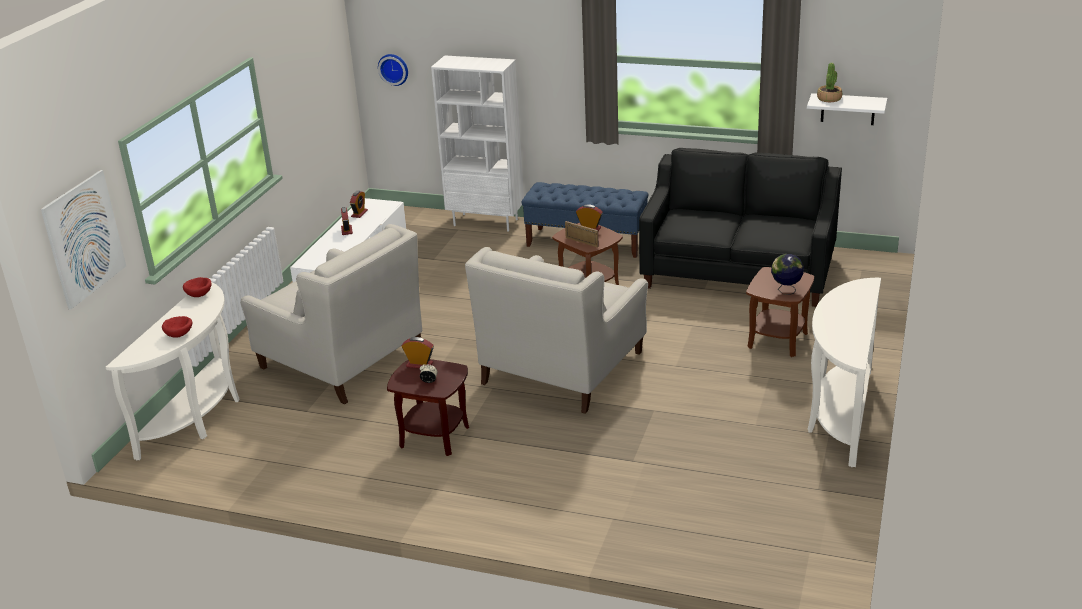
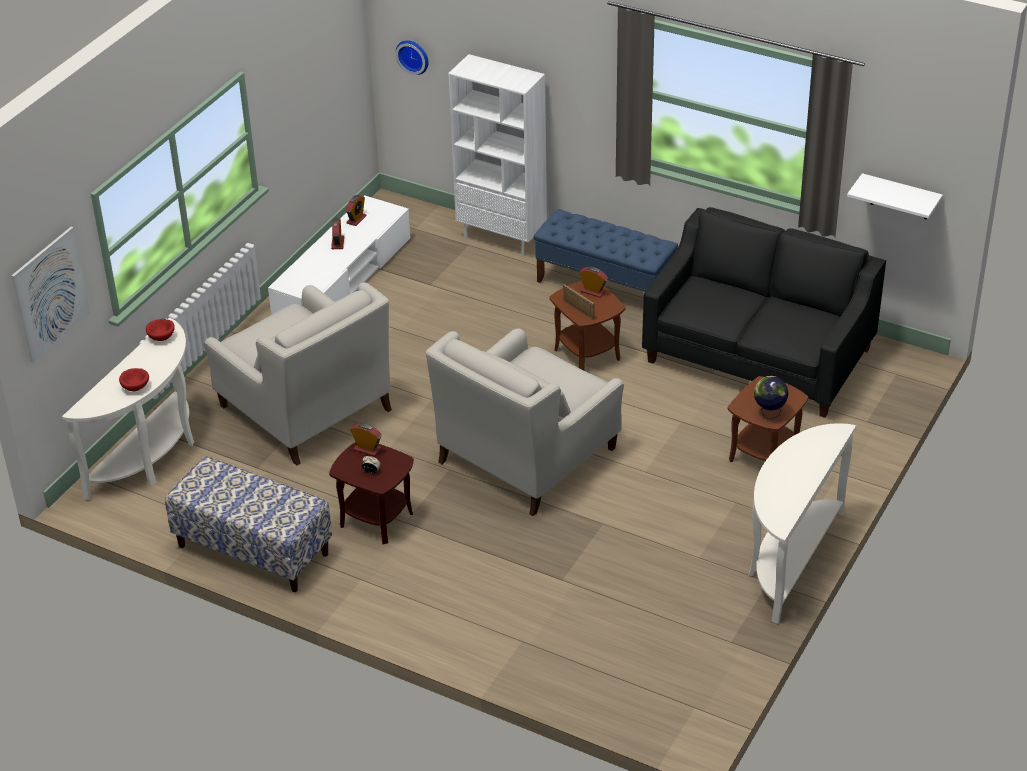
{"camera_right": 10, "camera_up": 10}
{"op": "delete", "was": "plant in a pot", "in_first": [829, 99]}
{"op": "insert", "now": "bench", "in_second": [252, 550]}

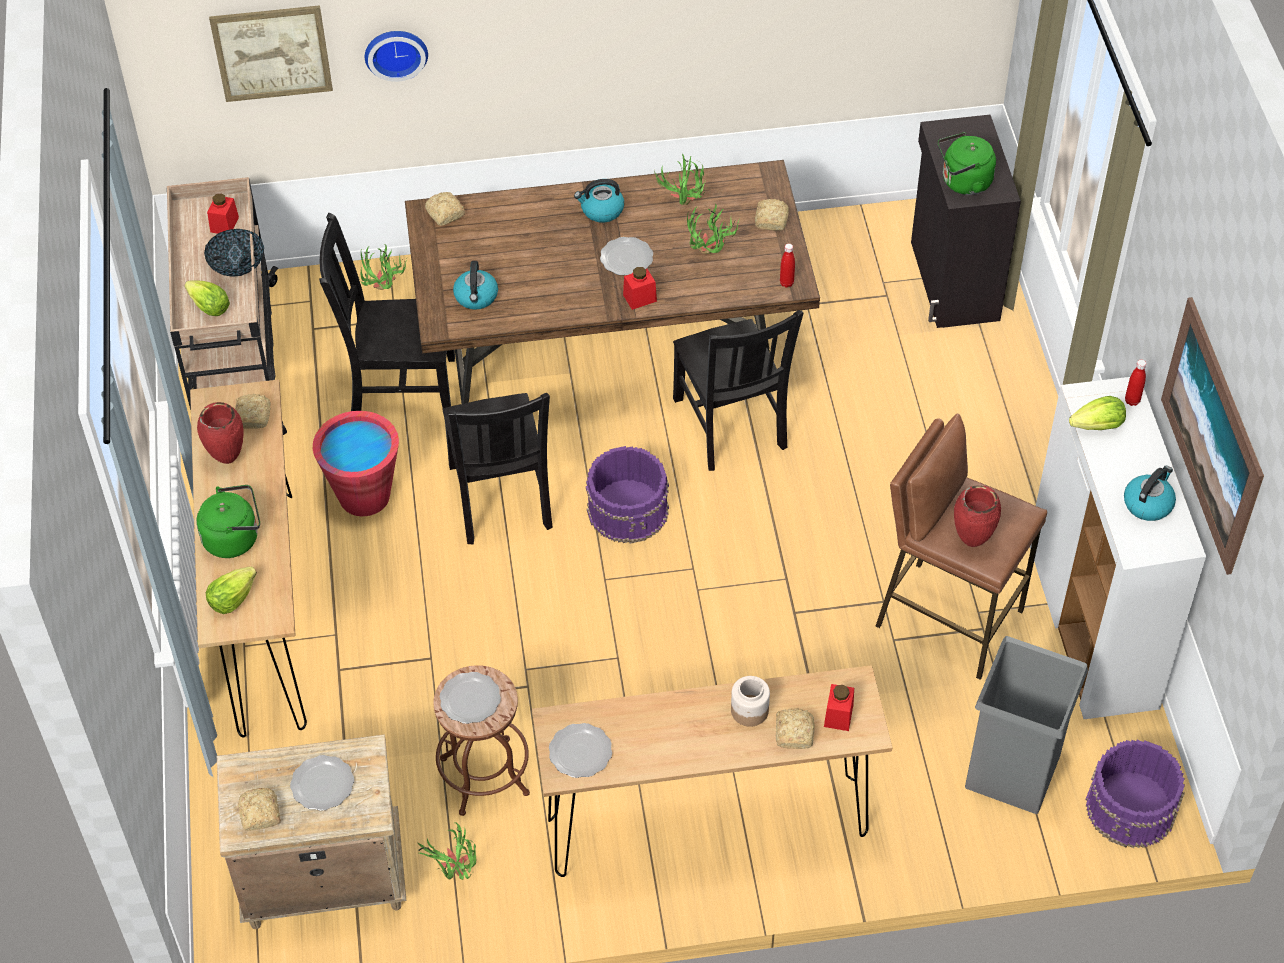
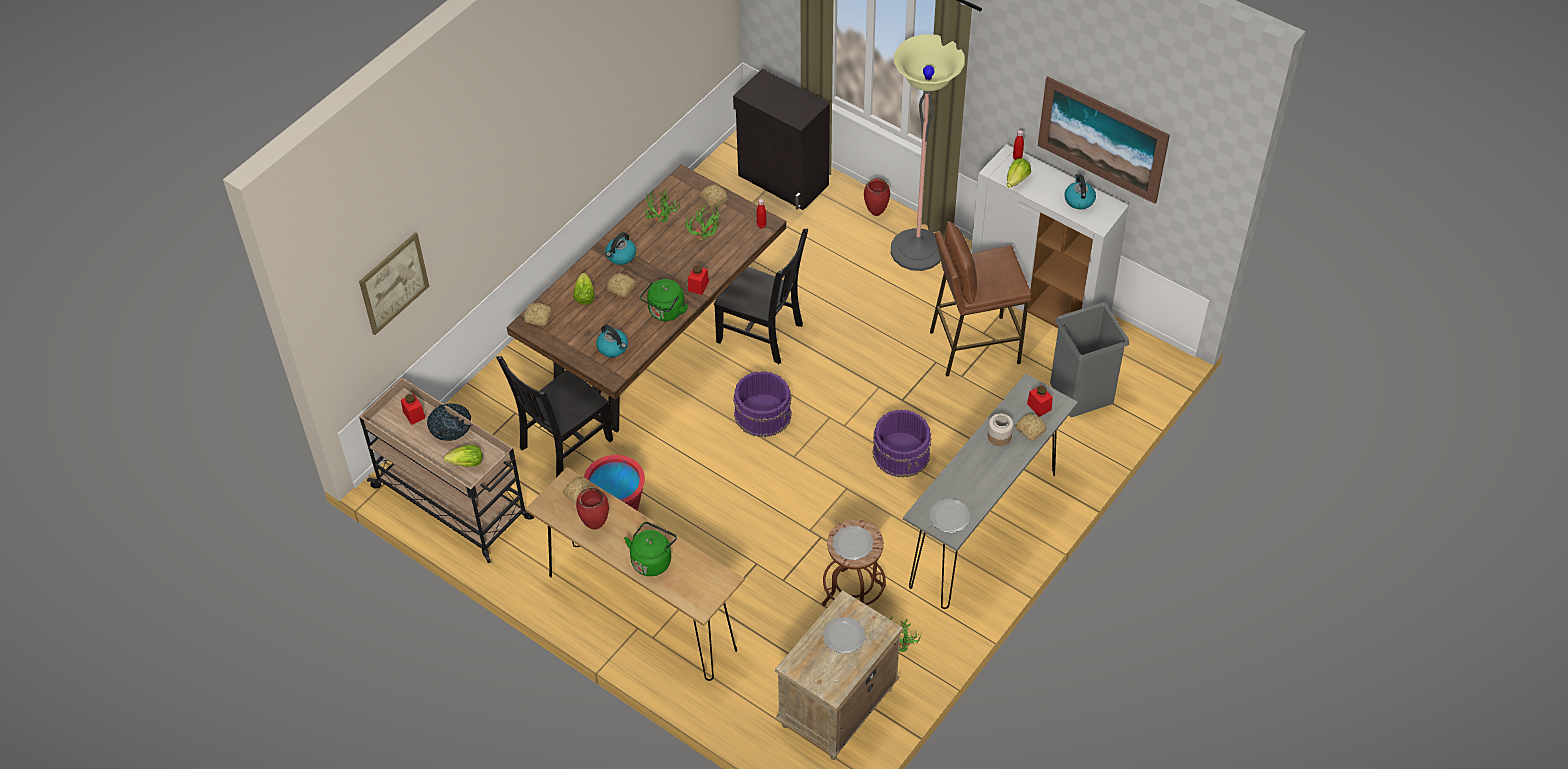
{"camera_right": -45, "camera_up": 0}
{"op": "delete", "was": "plant in a pot", "in_first": [384, 292]}
{"op": "delete", "was": "wall clock", "in_first": [395, 51]}
{"op": "delete", "was": "black chair", "in_first": [500, 500]}
{"op": "delete", "was": "flat dish", "in_first": [625, 258]}
{"op": "insert", "now": "floor lamp", "in_second": [917, 250]}
{"op": "move", "was": "head of lettuce", "in_first": [232, 599], "in_second": [584, 296]}
{"op": "move", "was": "bread", "in_first": [260, 815], "in_second": [622, 288]}
{"op": "move", "was": "greenish kettle", "in_first": [963, 183], "in_second": [665, 312]}
{"op": "move", "was": "reddish vase", "in_first": [971, 541], "in_second": [875, 213]}
{"op": "move", "was": "purple pail", "in_first": [1132, 808], "in_second": [902, 453]}
{"op": "recolor", "was": "brownish console table", "now": "greyish console table", "in_first": [708, 827], "in_second": [983, 529]}

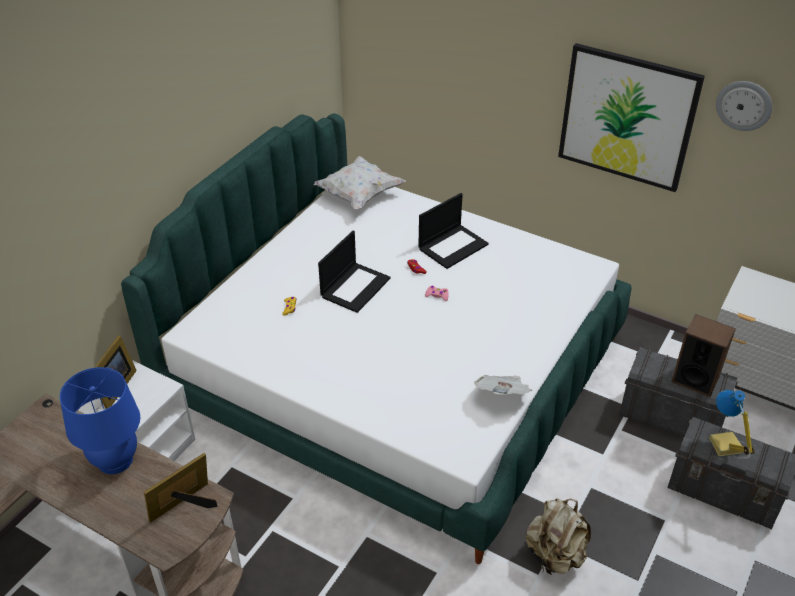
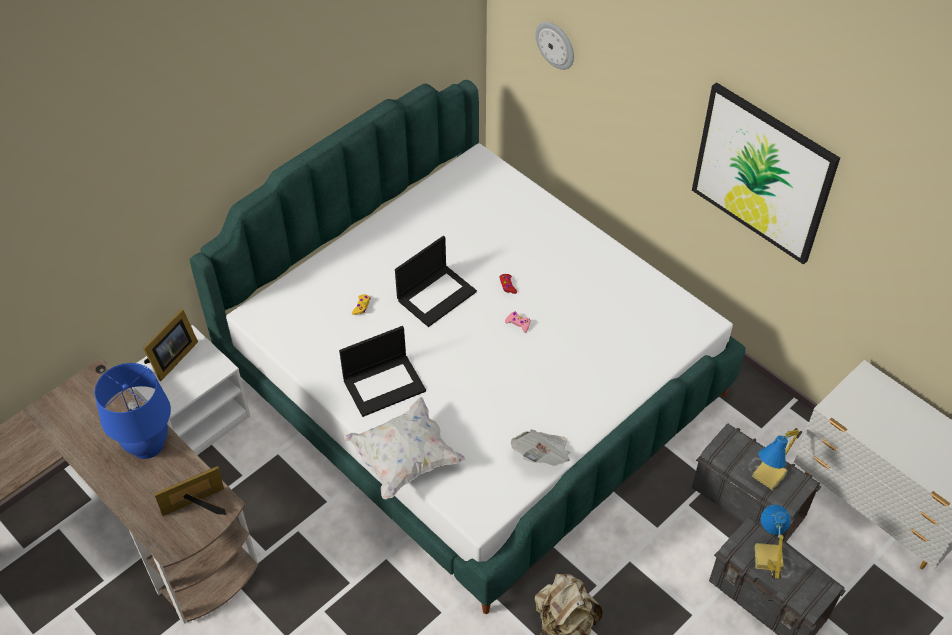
{"camera_right": 15, "camera_up": 10}
{"op": "move", "was": "white-coloured throw pillow", "in_first": [359, 195], "in_second": [405, 459]}
{"op": "move", "was": "laptop", "in_first": [453, 246], "in_second": [384, 384]}
{"op": "move", "was": "wall clock", "in_first": [744, 105], "in_second": [555, 45]}
{"op": "replace", "was": "audio speaker", "now": "table lamp", "in_first": [695, 379], "in_second": [770, 475]}

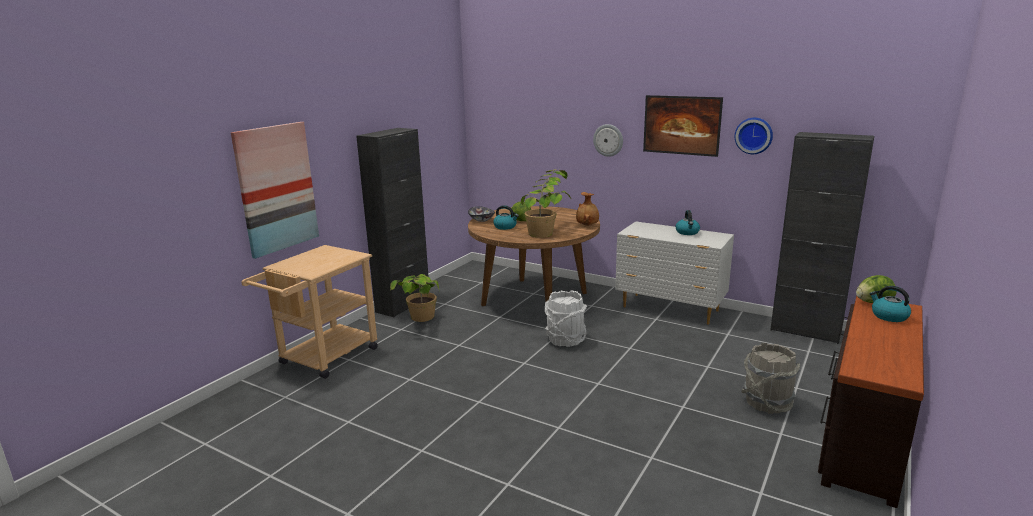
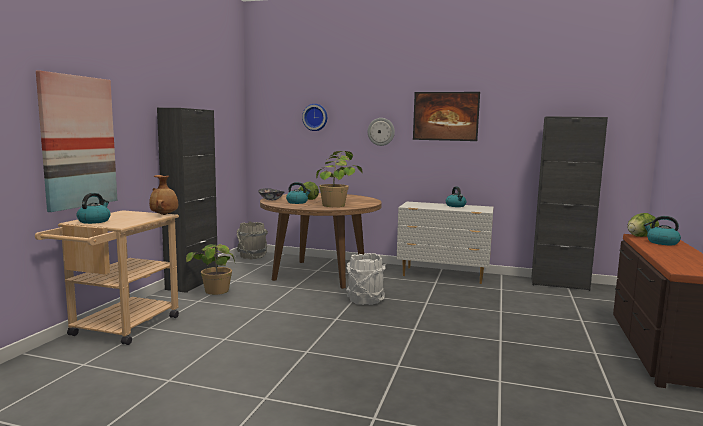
{"camera_right": -15, "camera_up": -10}
{"op": "insert", "now": "kettle", "in_second": [94, 221]}
{"op": "move", "was": "brownish vase", "in_first": [587, 225], "in_second": [165, 215]}
{"op": "move", "was": "wall clock", "in_first": [754, 135], "in_second": [315, 117]}
{"op": "move", "was": "greyish pail", "in_first": [767, 403], "in_second": [252, 256]}

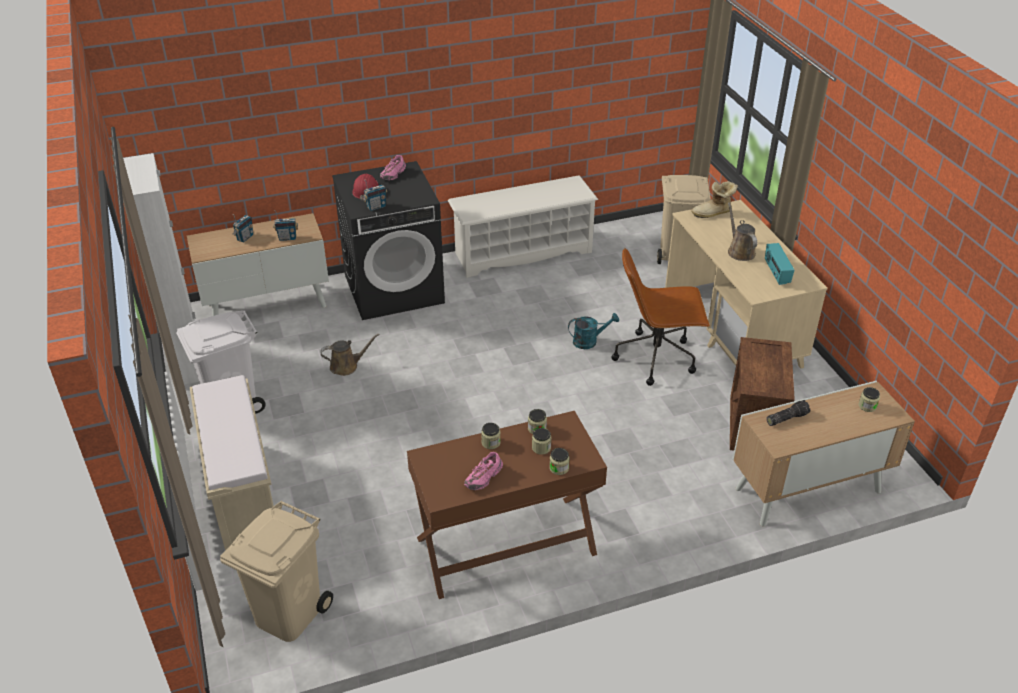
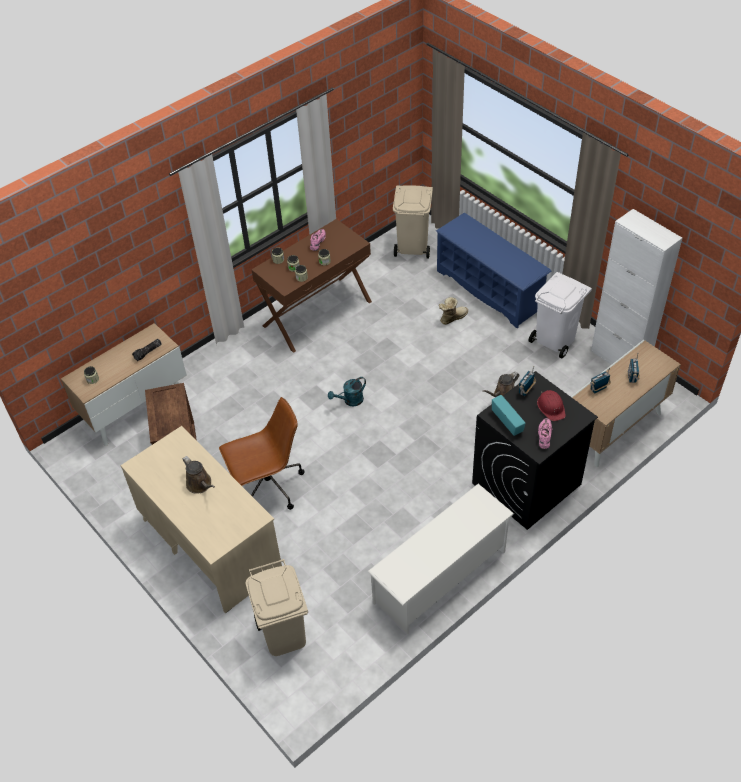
{"camera_right": 160, "camera_up": 10}
{"op": "move", "was": "turquoise watering pot", "in_first": [589, 341], "in_second": [350, 401]}
{"op": "move", "was": "high-top boot", "in_first": [713, 213], "in_second": [452, 317]}
{"op": "move", "was": "radio receiver", "in_first": [776, 273], "in_second": [507, 422]}
{"op": "replace", "was": "beige bench", "now": "blue-coloured shoe stand", "in_first": [243, 497], "in_second": [489, 289]}

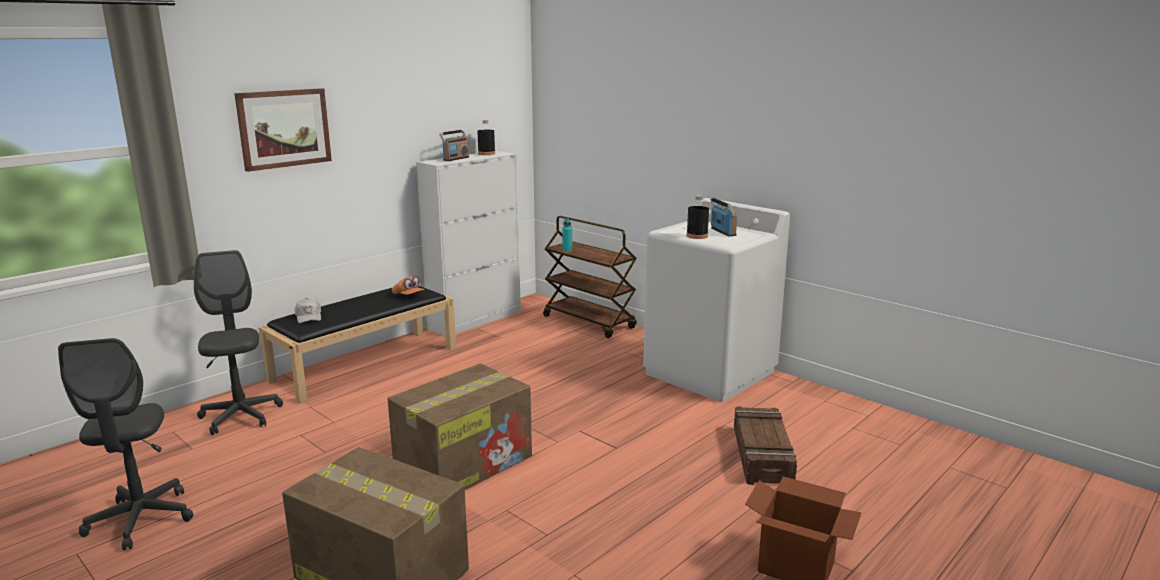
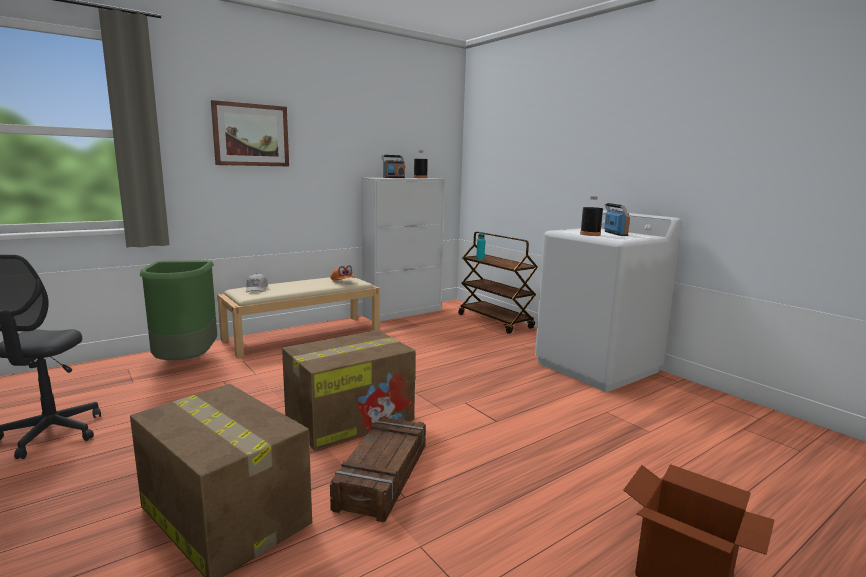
{"camera_right": 10, "camera_up": -5}
{"op": "move", "was": "packing crate", "in_first": [763, 455], "in_second": [384, 476]}
{"op": "replace", "was": "greyish desk chair", "now": "greenish rubbish bin", "in_first": [240, 416], "in_second": [186, 362]}
{"op": "recolor", "was": "black bench", "now": "beige bench", "in_first": [366, 363], "in_second": [304, 335]}

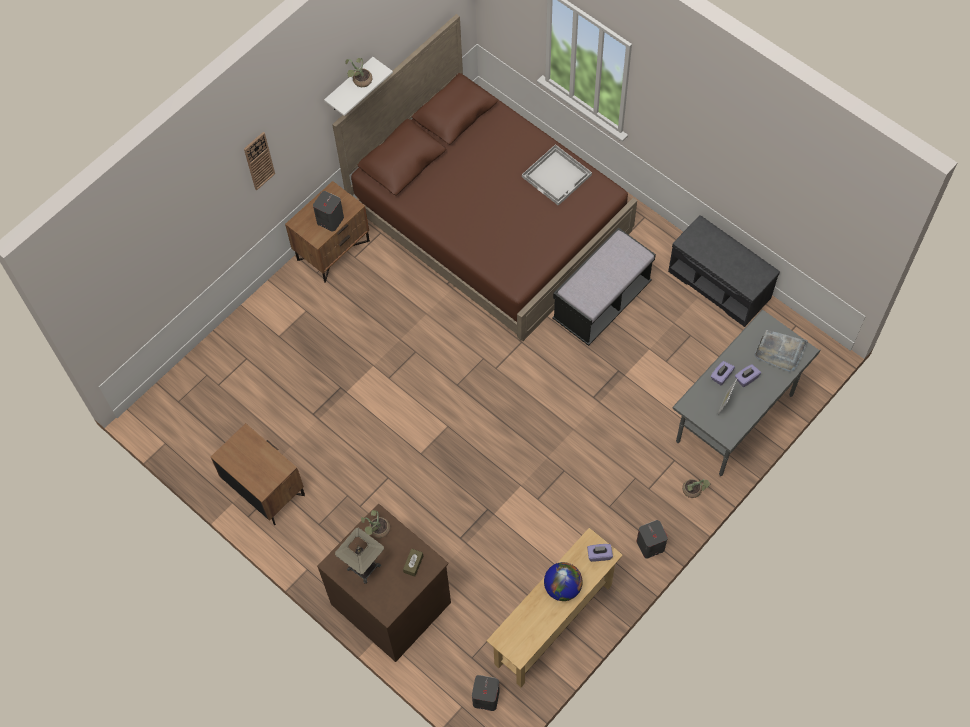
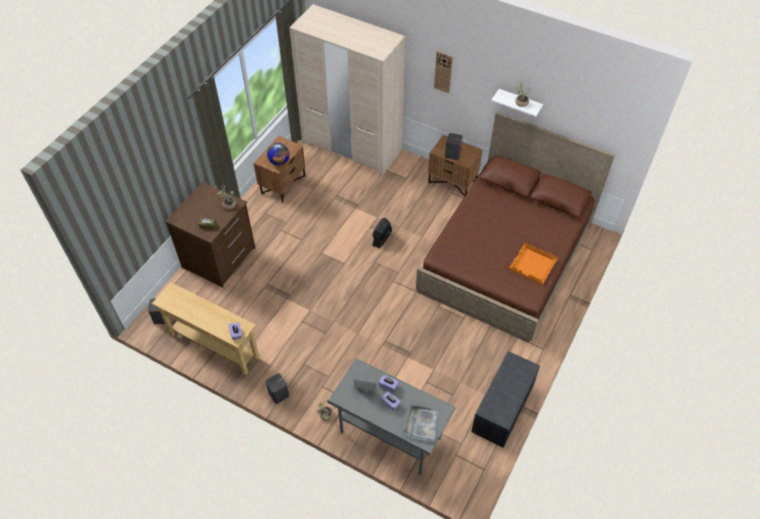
{"camera_right": 75, "camera_up": -10}
{"op": "delete", "was": "table lamp", "in_first": [364, 567]}
{"op": "delete", "was": "black bench", "in_first": [601, 302]}
{"op": "insert", "now": "beige wardrobe", "in_second": [351, 146]}
{"op": "insert", "now": "black cooling fan", "in_second": [382, 238]}
{"op": "move", "was": "desk globe", "in_first": [562, 587], "in_second": [279, 161]}
{"op": "recolor", "was": "white-coloured carrying tray", "now": "orange carrying tray", "in_first": [557, 176], "in_second": [533, 265]}

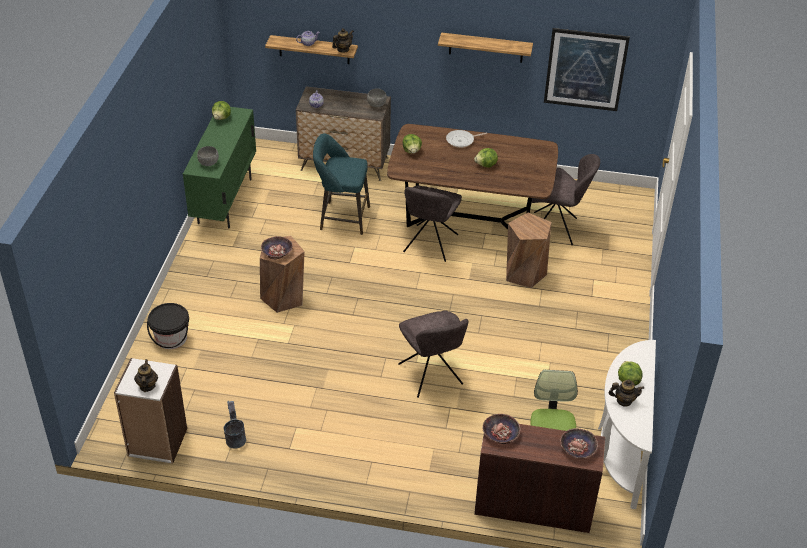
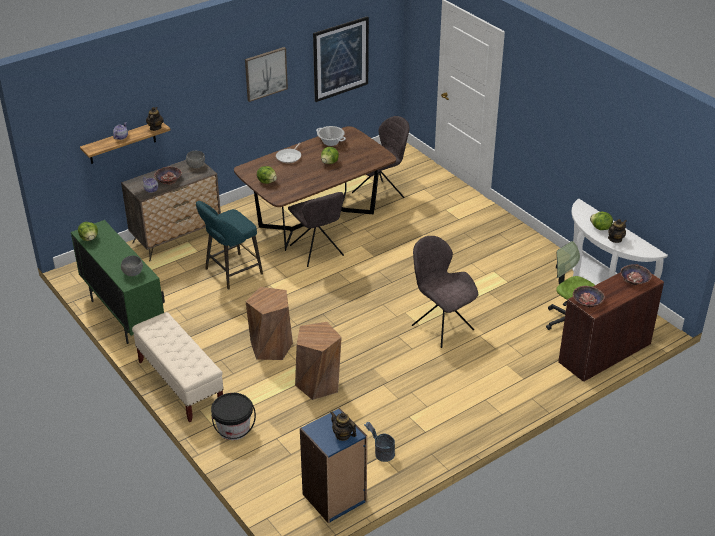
{"camera_right": -45, "camera_up": -5}
{"op": "insert", "now": "beige bench", "in_second": [180, 383]}
{"op": "insert", "now": "cooking pot", "in_second": [331, 142]}
{"op": "move", "was": "deep dish", "in_first": [277, 251], "in_second": [168, 179]}
{"op": "move", "was": "brownish sitting stool", "in_first": [524, 273], "in_second": [318, 384]}
{"op": "replace", "was": "shelf", "now": "wall picture", "in_first": [486, 47], "in_second": [265, 73]}
{"op": "recolor", "was": "white-coloured bookcase", "now": "blue-coloured bookcase", "in_first": [157, 443], "in_second": [334, 498]}
{"op": "rotate", "was": "greyish chair", "in_first": [431, 376], "in_second": [441, 326], "clockwise": -150}

